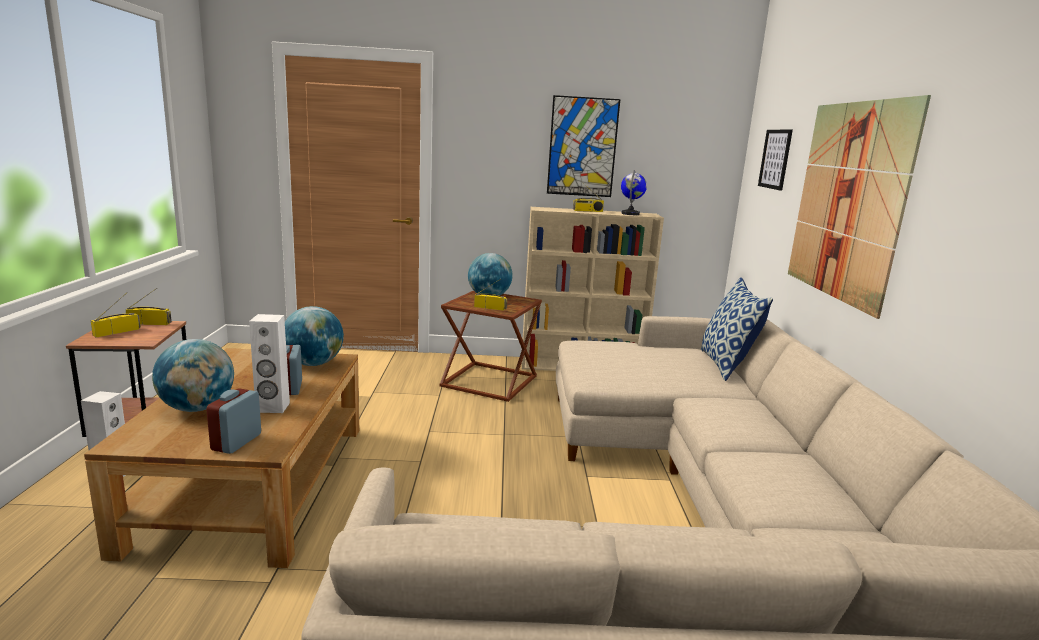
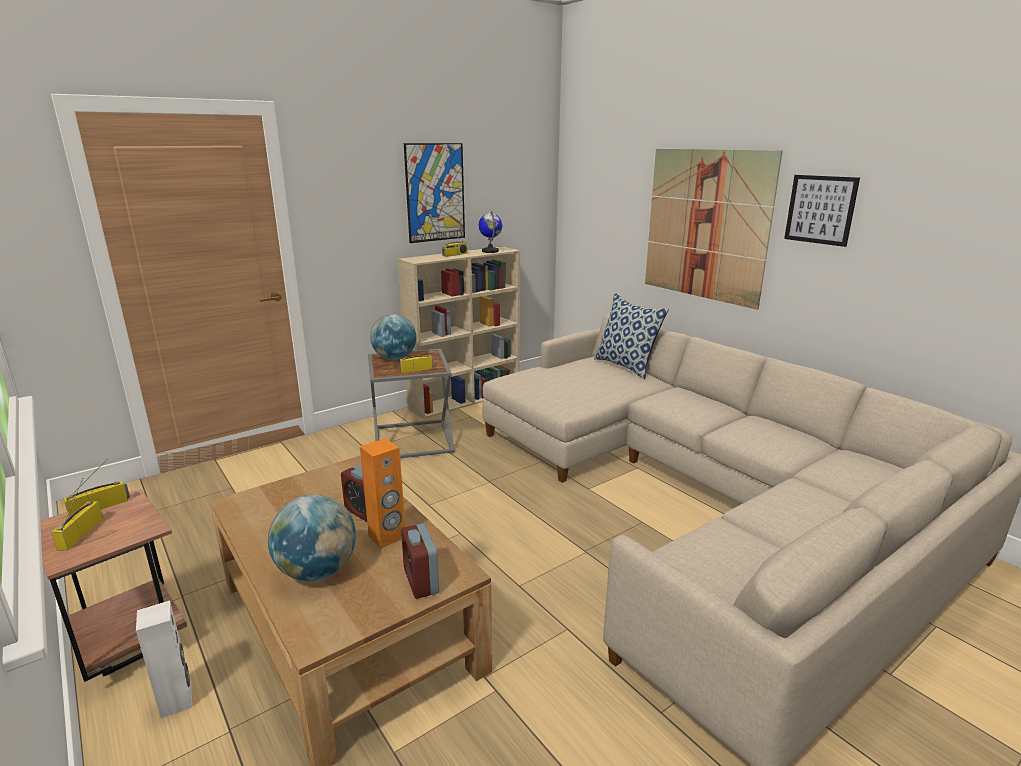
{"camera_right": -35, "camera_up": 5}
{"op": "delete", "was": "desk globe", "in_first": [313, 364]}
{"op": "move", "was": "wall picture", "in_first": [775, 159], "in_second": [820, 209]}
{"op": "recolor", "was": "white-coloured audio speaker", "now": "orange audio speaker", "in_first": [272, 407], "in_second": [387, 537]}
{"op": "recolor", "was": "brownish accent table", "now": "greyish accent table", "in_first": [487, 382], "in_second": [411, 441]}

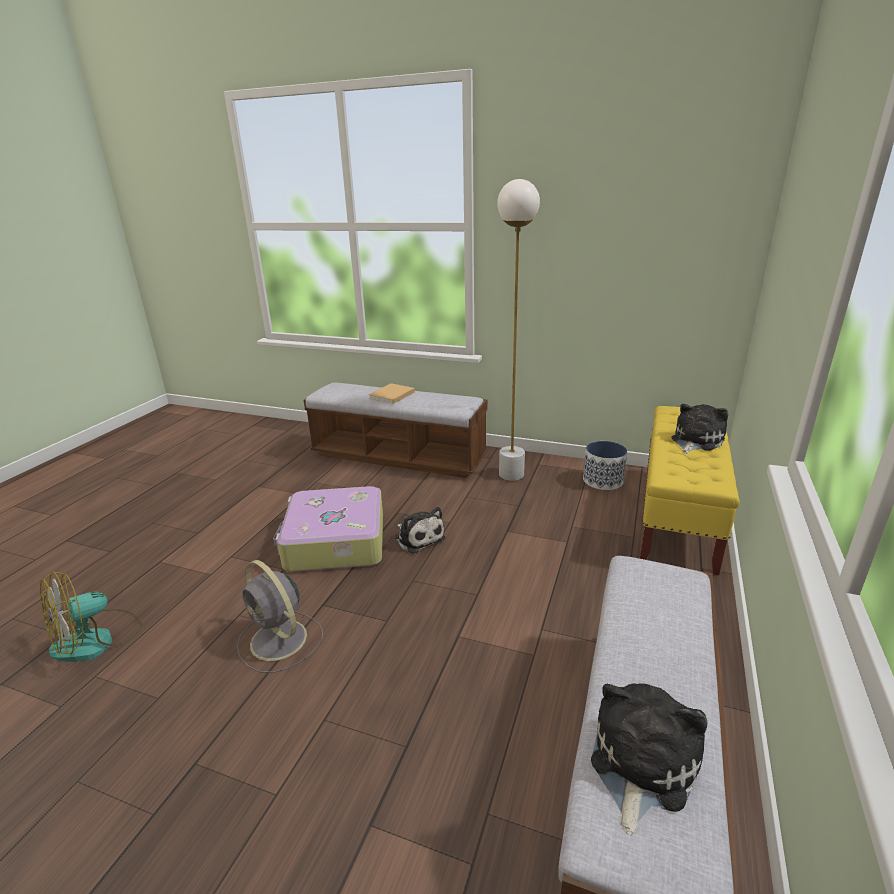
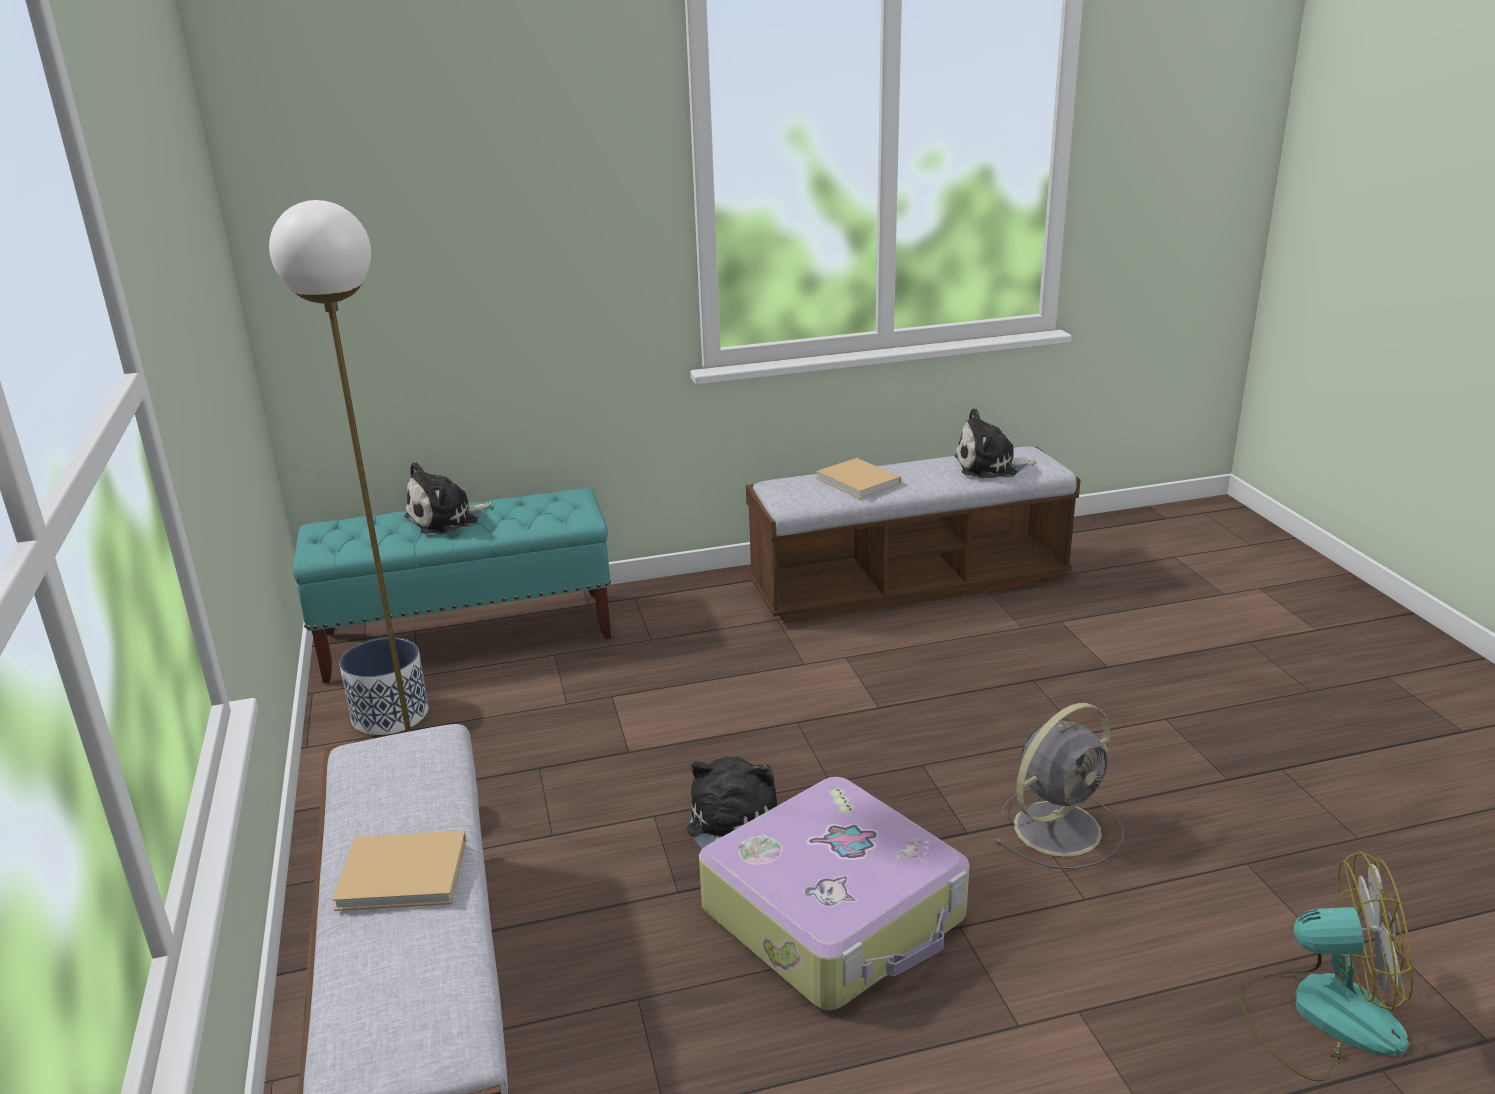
{"camera_right": -125, "camera_up": 0}
{"op": "insert", "now": "beige book", "in_second": [859, 482]}
{"op": "recolor", "was": "yellow-coloured bench", "now": "turquoise bench", "in_first": [678, 516], "in_second": [468, 636]}
{"op": "rotate", "was": "greyish cooling fan", "in_first": [280, 641], "in_second": [1060, 827], "clockwise": 45}
{"op": "rotate", "was": "cuddly toy", "in_first": [695, 441], "in_second": [447, 519], "clockwise": -45}

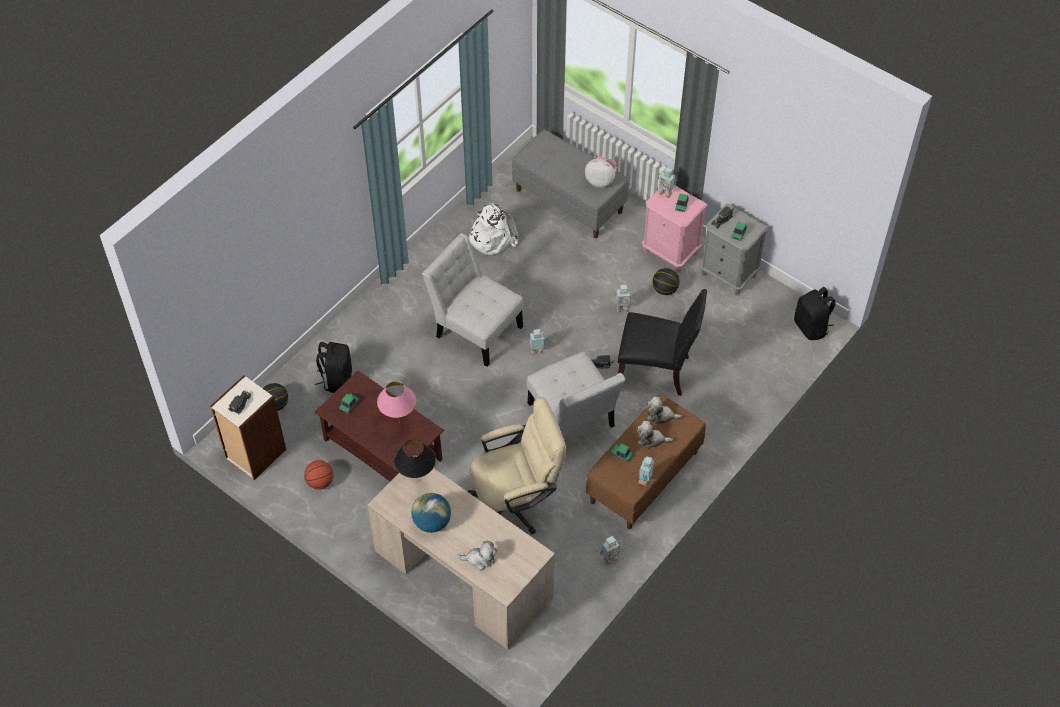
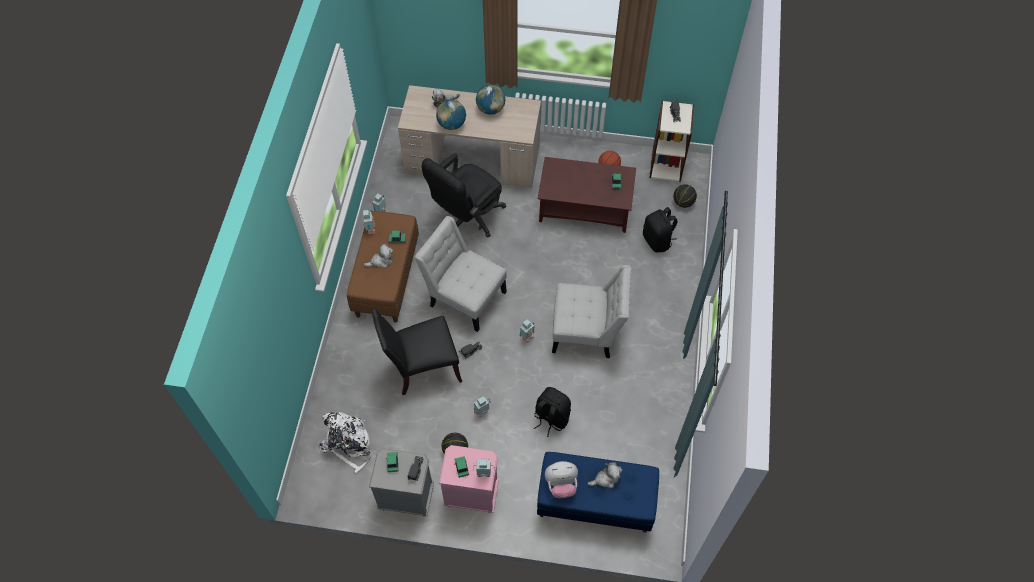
{"camera_right": 150, "camera_up": 5}
{"op": "delete", "was": "pink table lamp", "in_first": [399, 423]}
{"op": "delete", "was": "black table lamp", "in_first": [417, 482]}
{"op": "insert", "now": "desk globe", "in_second": [451, 124]}
{"op": "move", "was": "white-coloured rucksack", "in_first": [491, 237], "in_second": [348, 443]}
{"op": "move", "was": "cuddly toy", "in_first": [661, 415], "in_second": [606, 478]}
{"op": "move", "was": "black rucksack", "in_first": [811, 327], "in_second": [551, 418]}
{"op": "recolor", "was": "beige desk chair", "now": "black desk chair", "in_first": [516, 502], "in_second": [467, 218]}
{"op": "recolor", "was": "greyish bench", "now": "blue-coloured bench", "in_first": [569, 201], "in_second": [595, 502]}

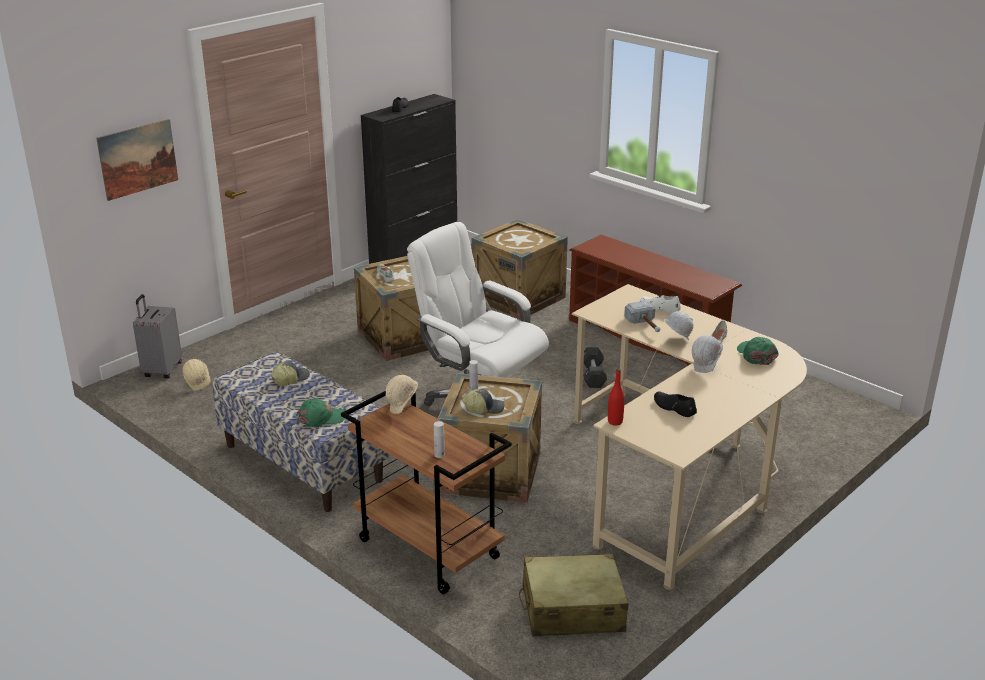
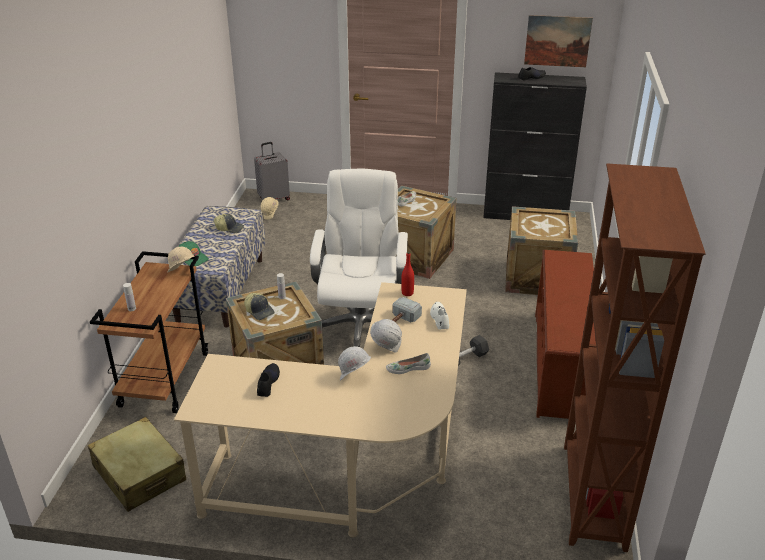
{"camera_right": 55, "camera_up": 5}
{"op": "delete", "was": "greenish cap", "in_first": [756, 355]}
{"op": "insert", "now": "brownish bookcase", "in_second": [592, 496]}
{"op": "move", "was": "wall picture", "in_first": [138, 159], "in_second": [557, 41]}
{"op": "move", "was": "reddish drink bottle", "in_first": [615, 422], "in_second": [407, 293]}

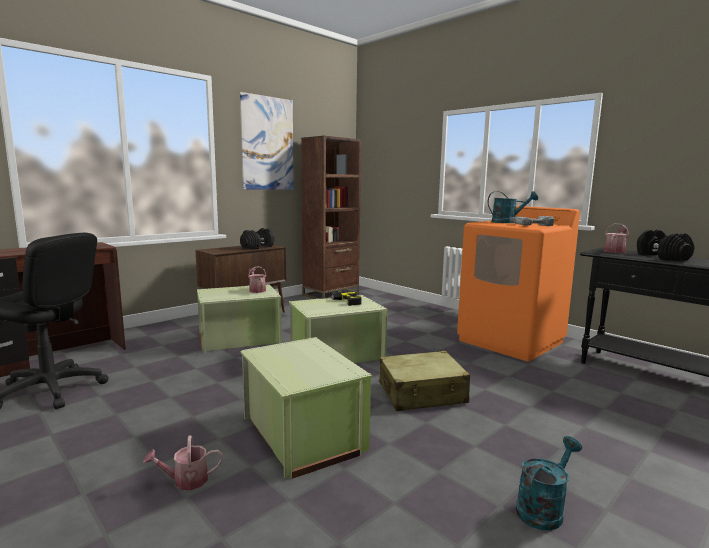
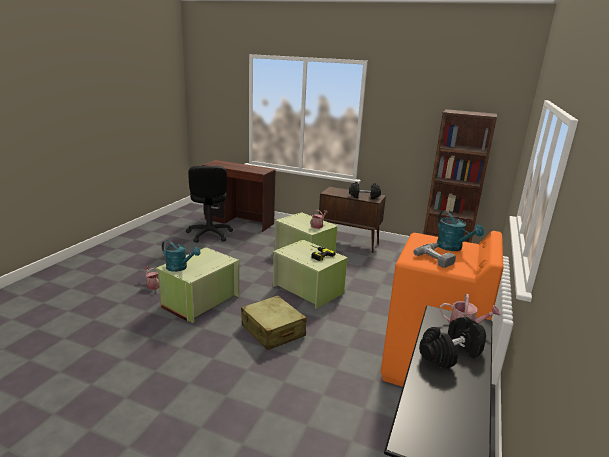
{"camera_right": 65, "camera_up": 10}
{"op": "delete", "was": "wall picture", "in_first": [267, 143]}
{"op": "move", "was": "turquoise watering pot", "in_first": [543, 508], "in_second": [180, 268]}

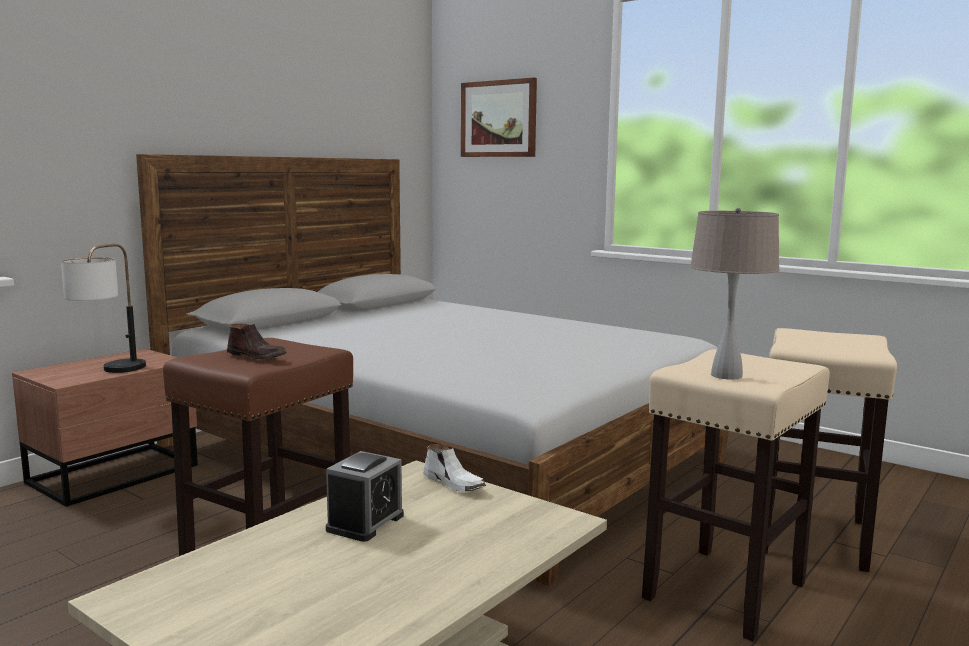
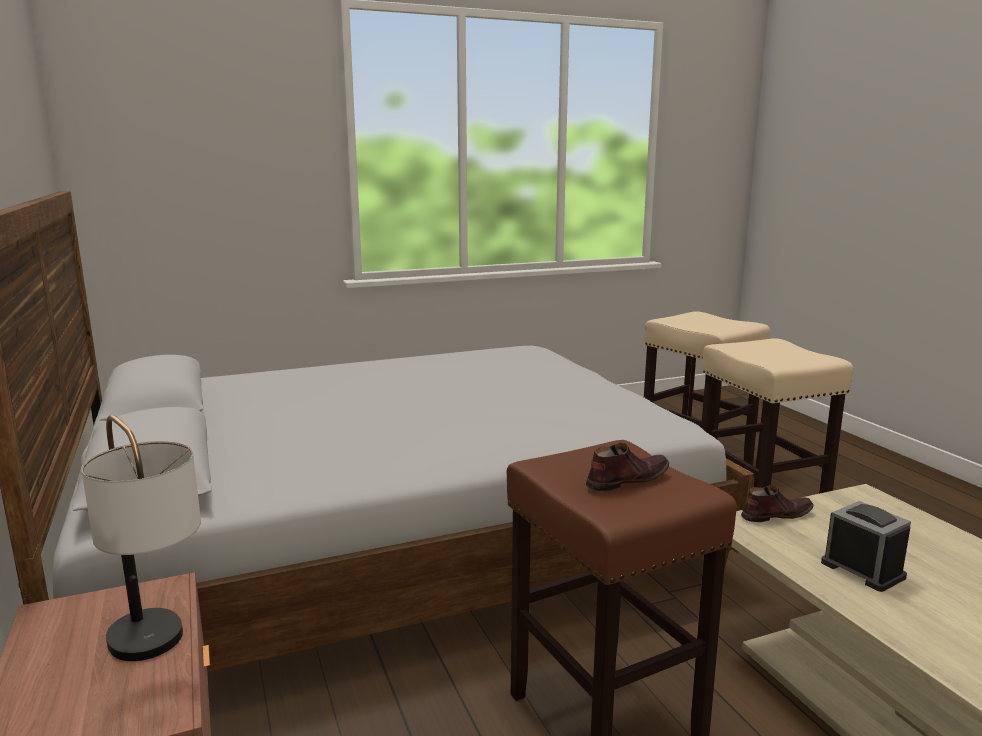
{"camera_right": -60, "camera_up": 5}
{"op": "delete", "was": "wall picture", "in_first": [498, 119]}
{"op": "delete", "was": "beige table lamp", "in_first": [727, 375]}
{"op": "recolor", "was": "white-coloured item of footwear", "now": "brownish item of footwear", "in_first": [455, 484], "in_second": [776, 515]}

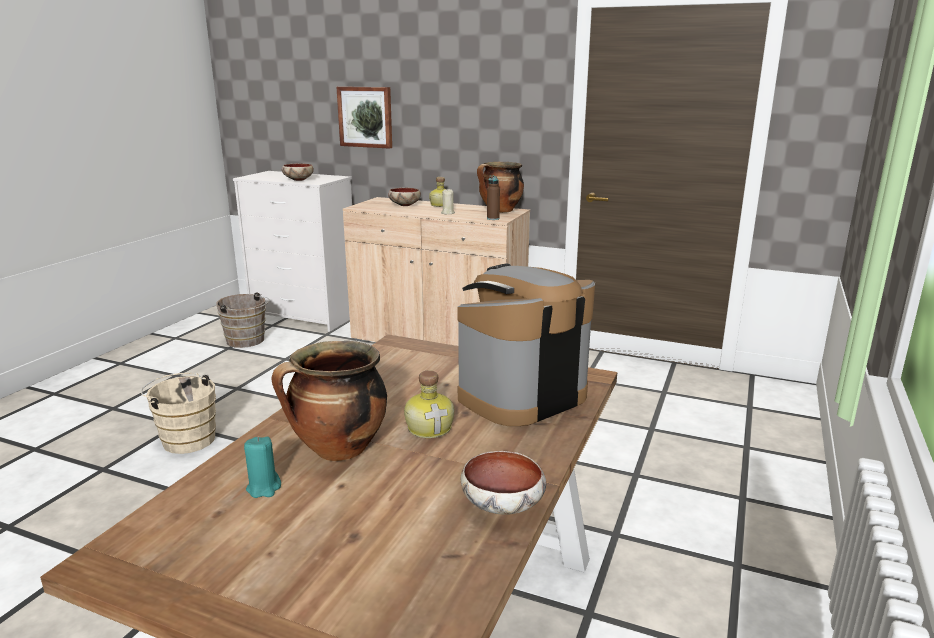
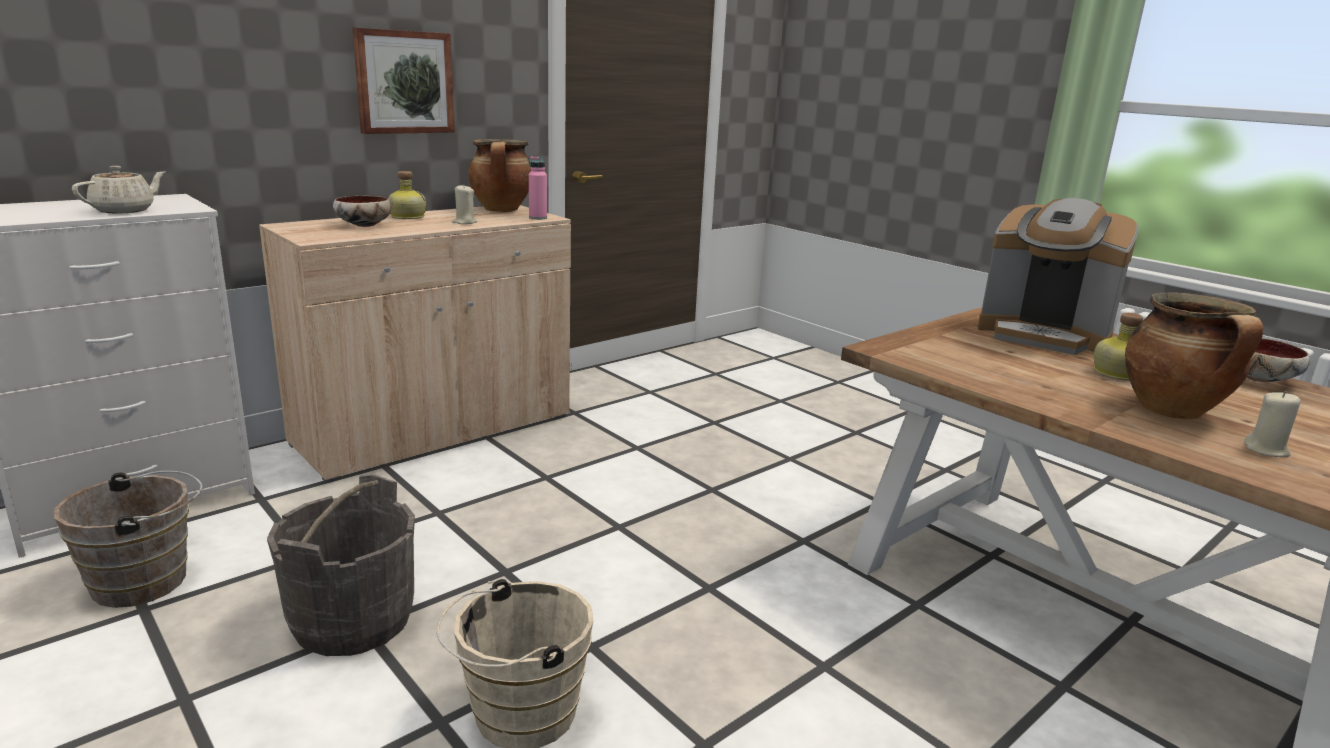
{"camera_right": -65, "camera_up": 0}
{"op": "insert", "now": "greyish pail", "in_second": [352, 620]}
{"op": "move", "was": "wall picture", "in_first": [366, 117], "in_second": [404, 82]}
{"op": "replace", "was": "deep dish", "now": "beige pot for tea", "in_first": [298, 180], "in_second": [125, 210]}
{"op": "recolor", "was": "turquoise wax light", "now": "beige wax light", "in_first": [264, 488], "in_second": [1266, 450]}
{"op": "recolor", "was": "brownish drink bottle", "now": "pink drink bottle", "in_first": [493, 218], "in_second": [538, 218]}
{"op": "rotate", "was": "coffee brewer", "in_first": [520, 395], "in_second": [1044, 335], "clockwise": -45}

